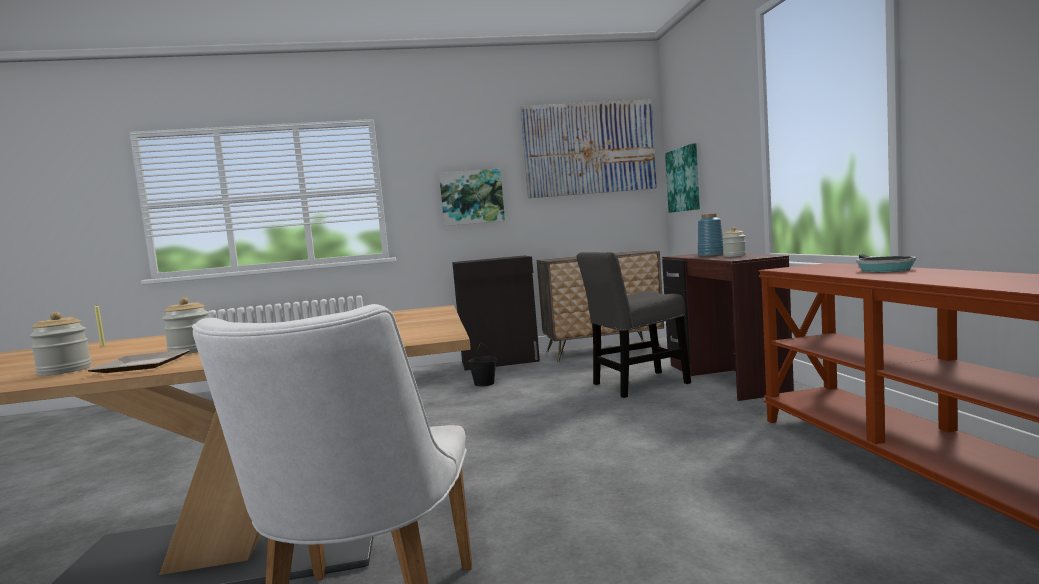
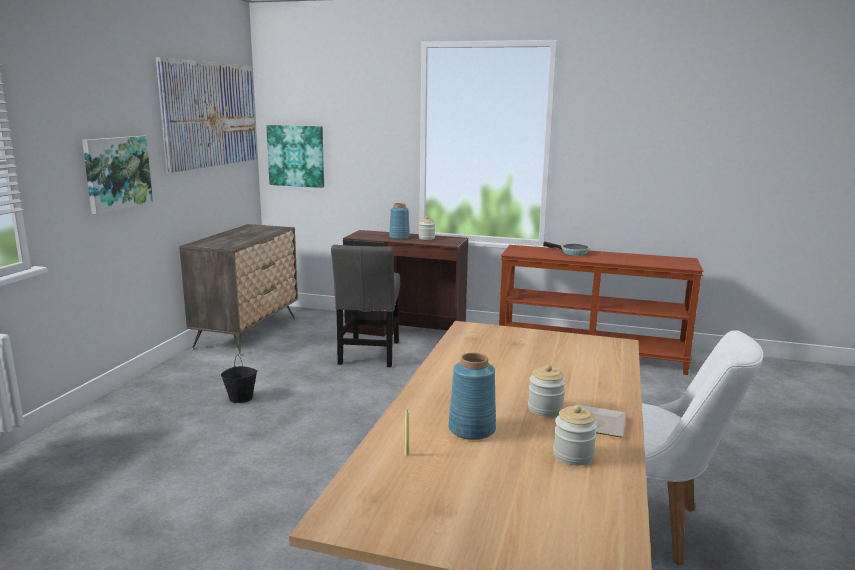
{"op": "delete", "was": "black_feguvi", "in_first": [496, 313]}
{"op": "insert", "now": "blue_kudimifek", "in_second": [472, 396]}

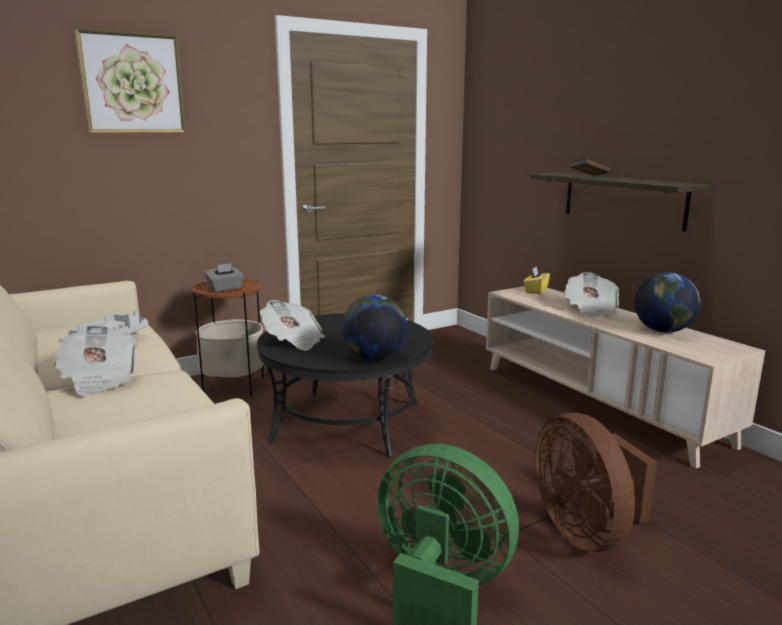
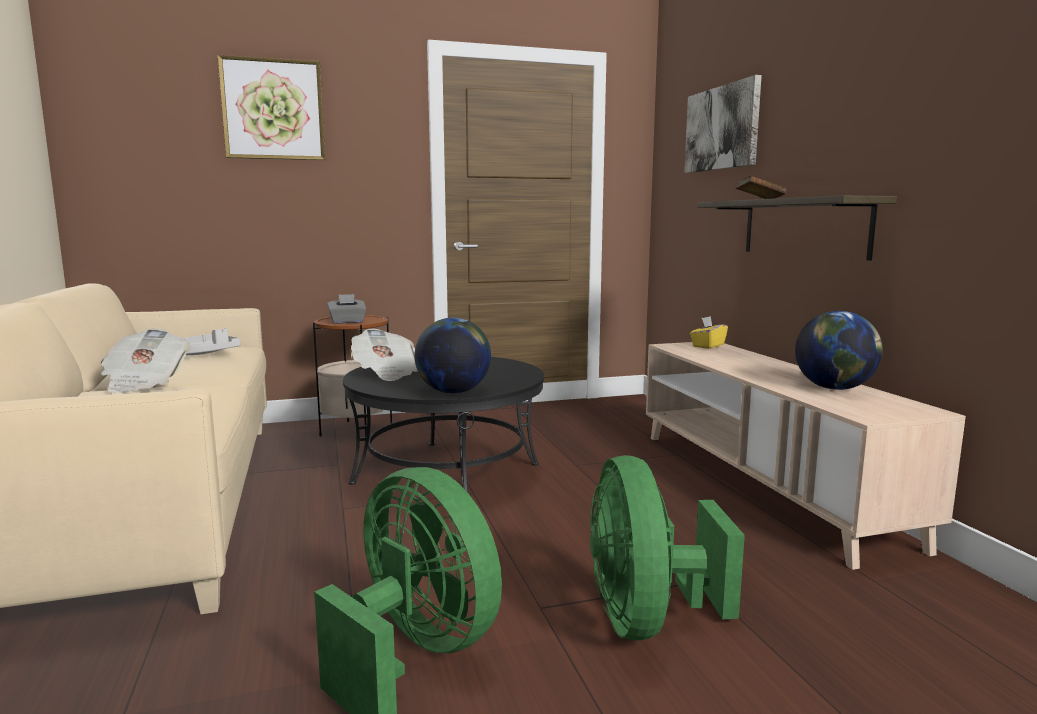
{"op": "recolor", "was": "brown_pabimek", "now": "green_pabimek", "in_first": [596, 482], "in_second": [667, 548]}
{"op": "delete", "was": "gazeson", "in_first": [591, 295]}
{"op": "insert", "now": "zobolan", "in_second": [723, 124]}

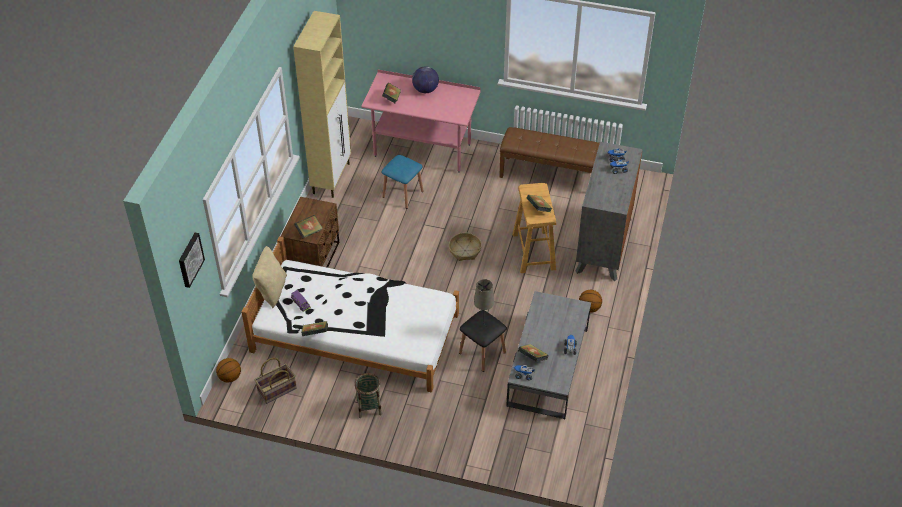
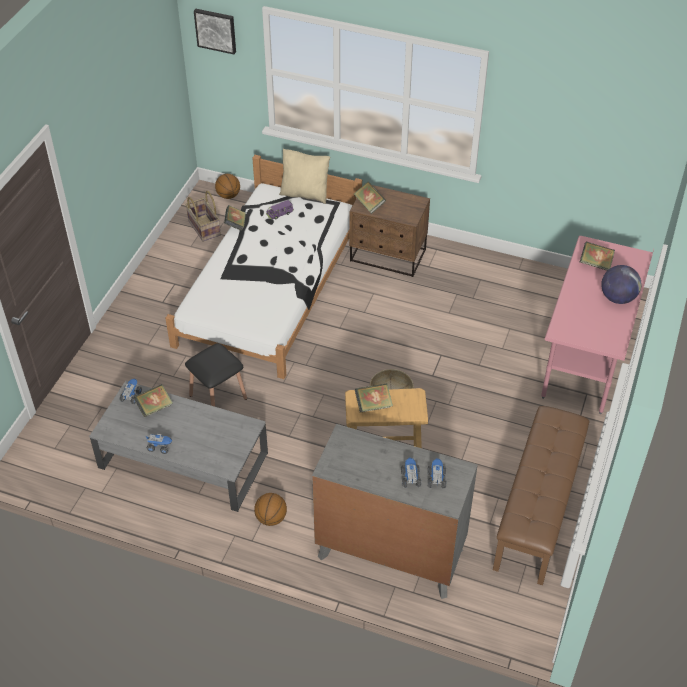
{"op": "delete", "was": "beige_feguvi", "in_first": [322, 104]}
{"op": "delete", "was": "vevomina", "in_first": [368, 395]}
{"op": "delete", "was": "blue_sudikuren", "in_first": [403, 182]}
{"op": "delete", "was": "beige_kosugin", "in_first": [484, 302]}

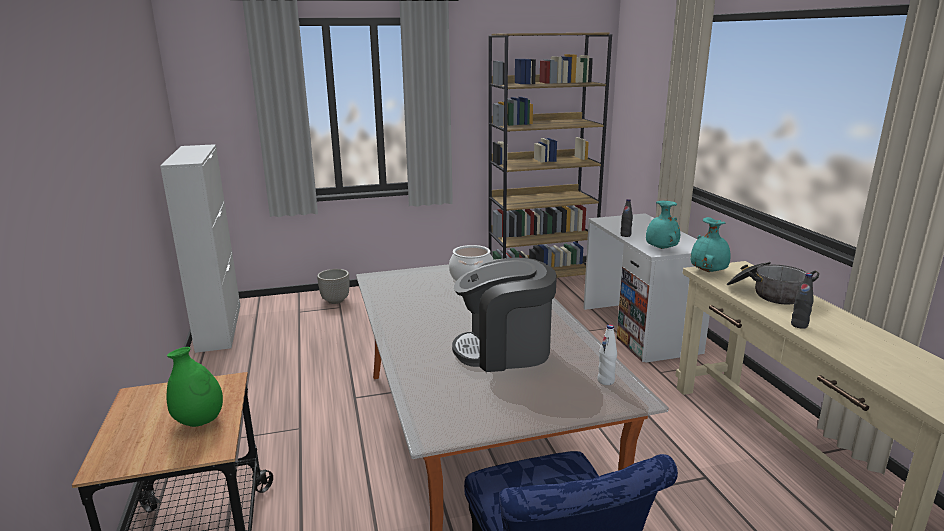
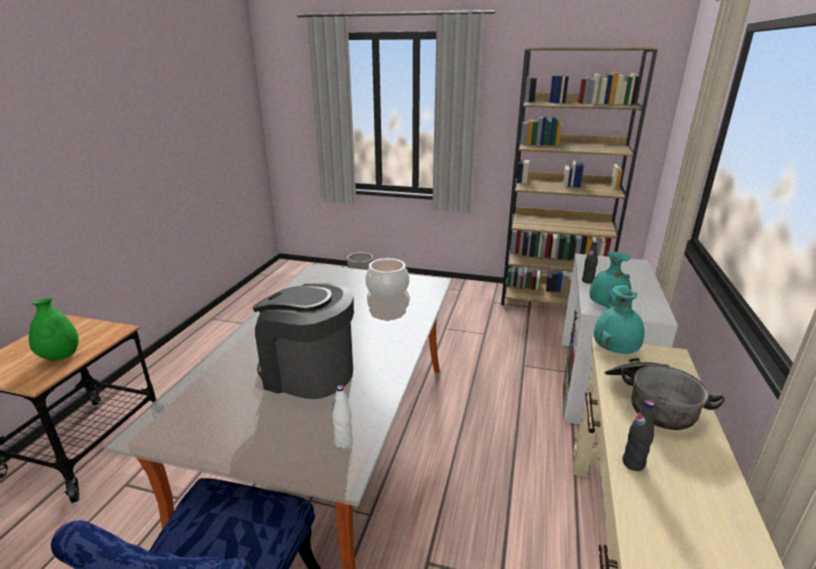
{"op": "delete", "was": "white_feguvi", "in_first": [200, 248]}

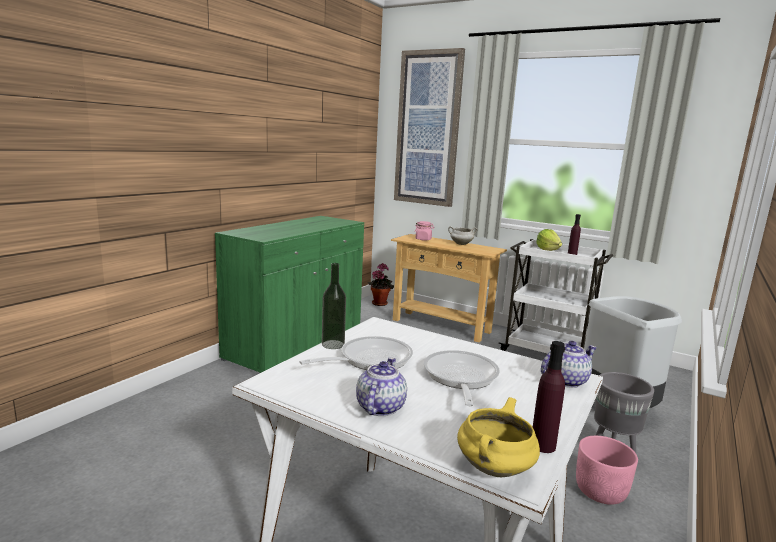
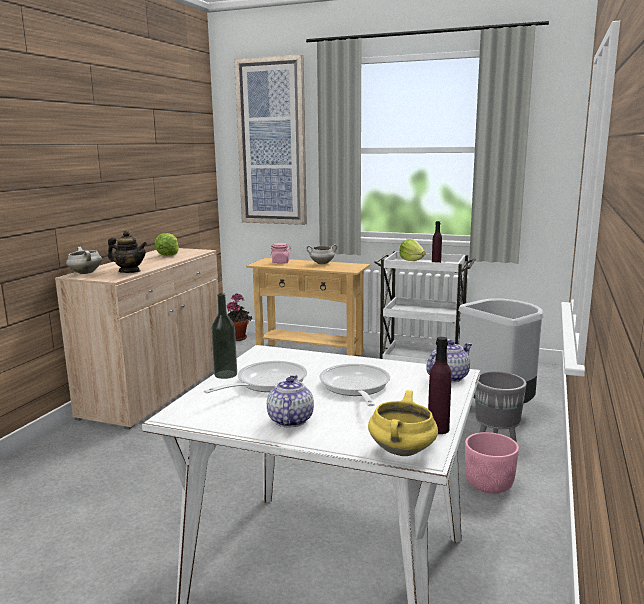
{"op": "recolor", "was": "green_feguvi", "now": "beige_feguvi", "in_first": [289, 294], "in_second": [137, 339]}
{"op": "insert", "now": "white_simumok", "in_second": [84, 260]}
{"op": "insert", "now": "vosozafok", "in_second": [127, 252]}
{"op": "insert", "now": "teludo", "in_second": [166, 244]}

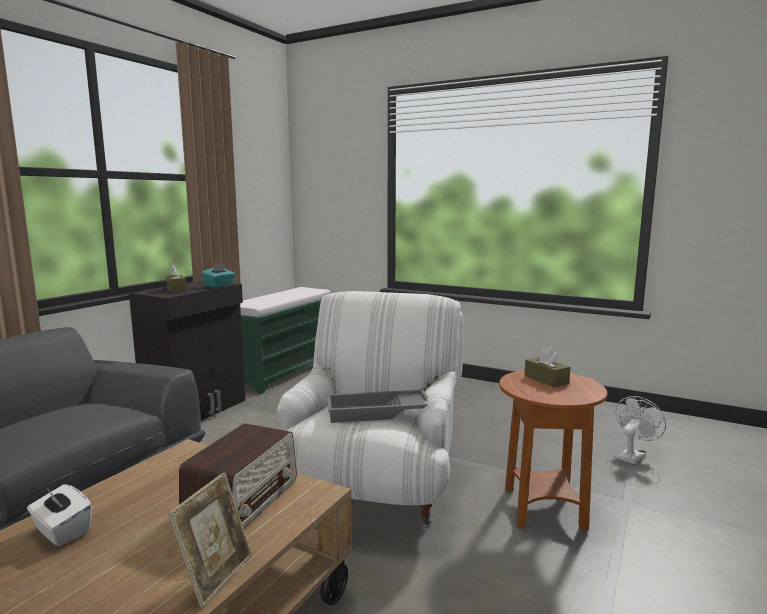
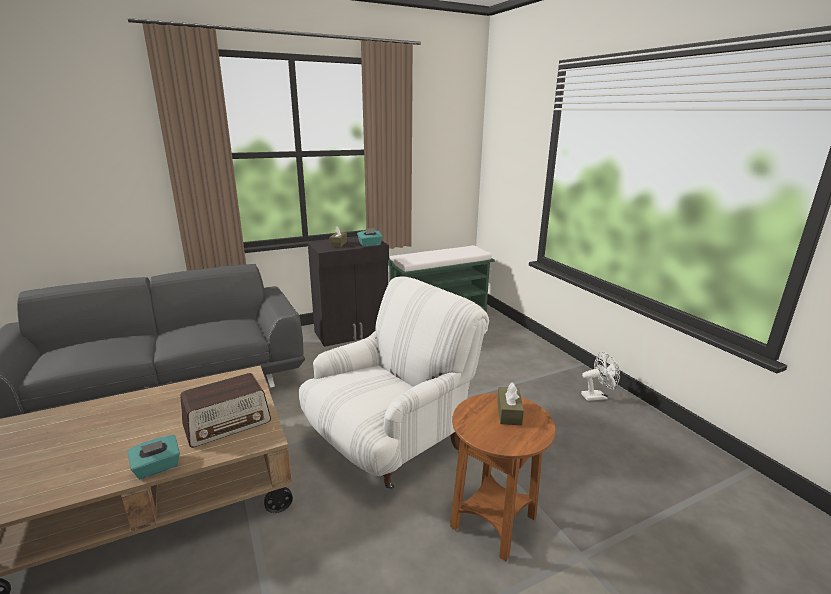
{"op": "delete", "was": "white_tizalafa", "in_first": [59, 515]}
{"op": "replace", "was": "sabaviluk", "now": "turquoise_tizalafa", "in_first": [210, 540], "in_second": [153, 457]}
{"op": "delete", "was": "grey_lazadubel", "in_first": [377, 406]}
{"op": "move", "was": "white_pabimek", "in_first": [641, 430], "in_second": [600, 376]}

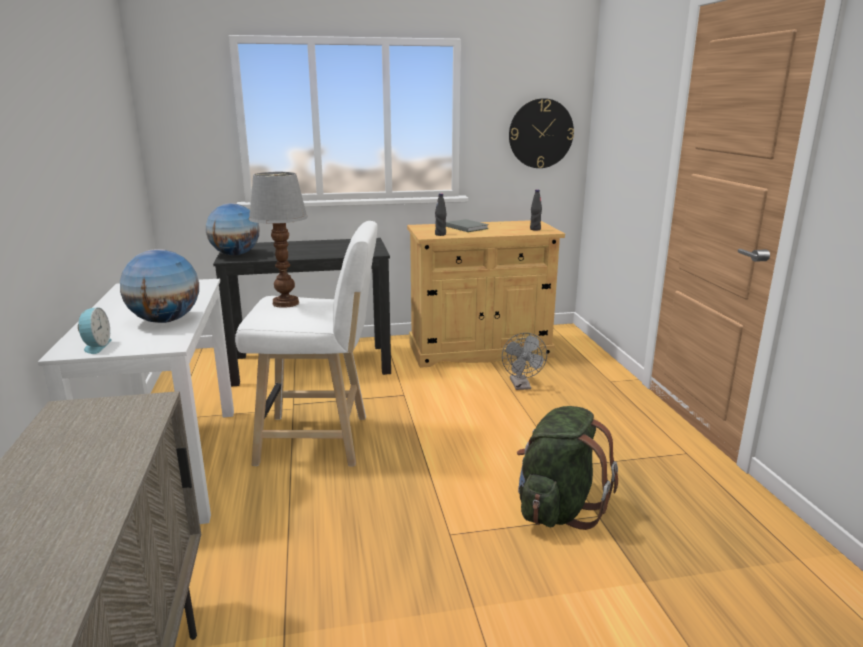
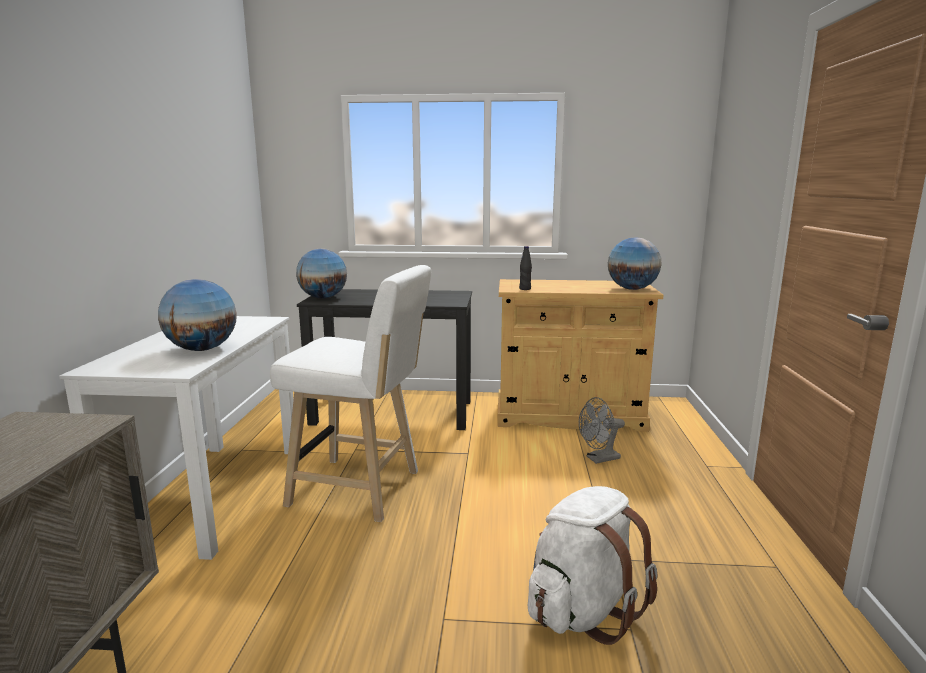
{"op": "delete", "was": "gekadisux", "in_first": [95, 330]}
{"op": "delete", "was": "kosugin", "in_first": [278, 240]}
{"op": "delete", "was": "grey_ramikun", "in_first": [467, 225]}
{"op": "rotate", "was": "grey_pabimek", "in_first": [524, 361], "in_second": [602, 430], "clockwise": 60}
{"op": "delete", "was": "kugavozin", "in_first": [541, 133]}
{"op": "recolor", "was": "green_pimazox", "now": "white_pimazox", "in_first": [567, 468], "in_second": [592, 565]}
{"op": "replace", "was": "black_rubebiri", "now": "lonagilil", "in_first": [536, 210], "in_second": [635, 263]}

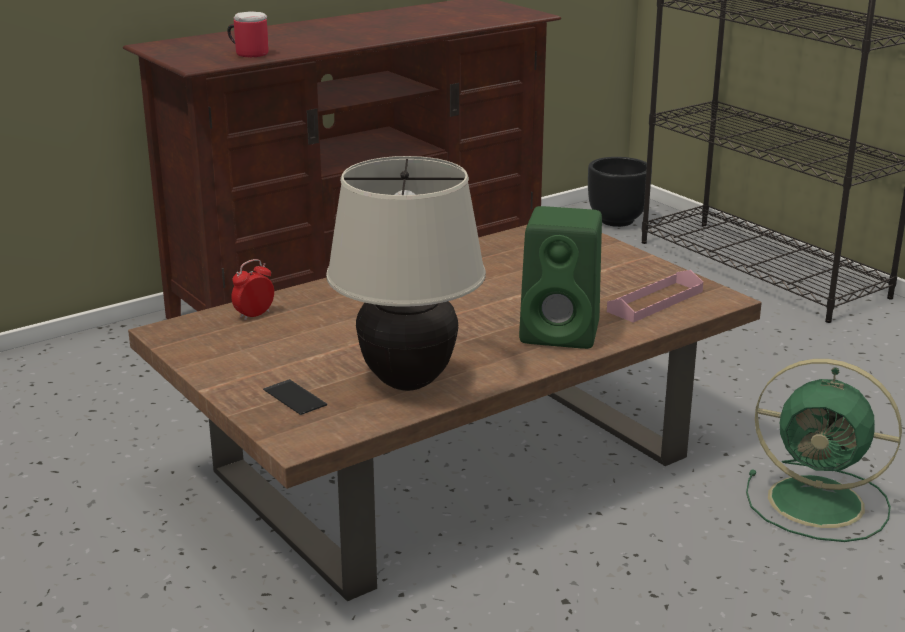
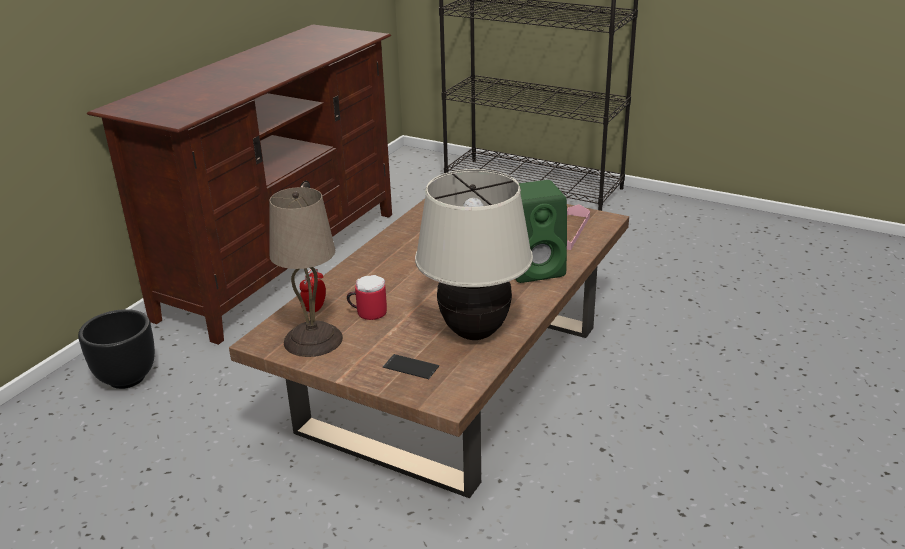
{"op": "move", "was": "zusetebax", "in_first": [247, 34], "in_second": [367, 297]}
{"op": "move", "was": "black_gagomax", "in_first": [620, 192], "in_second": [116, 349]}
{"op": "delete", "was": "green_pabimek", "in_first": [824, 450]}
{"op": "insert", "now": "beige_kosugin", "in_second": [306, 272]}

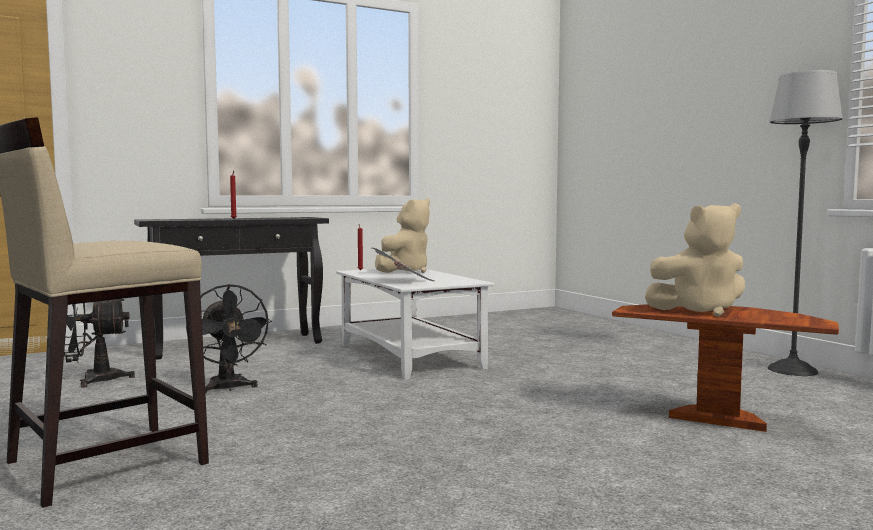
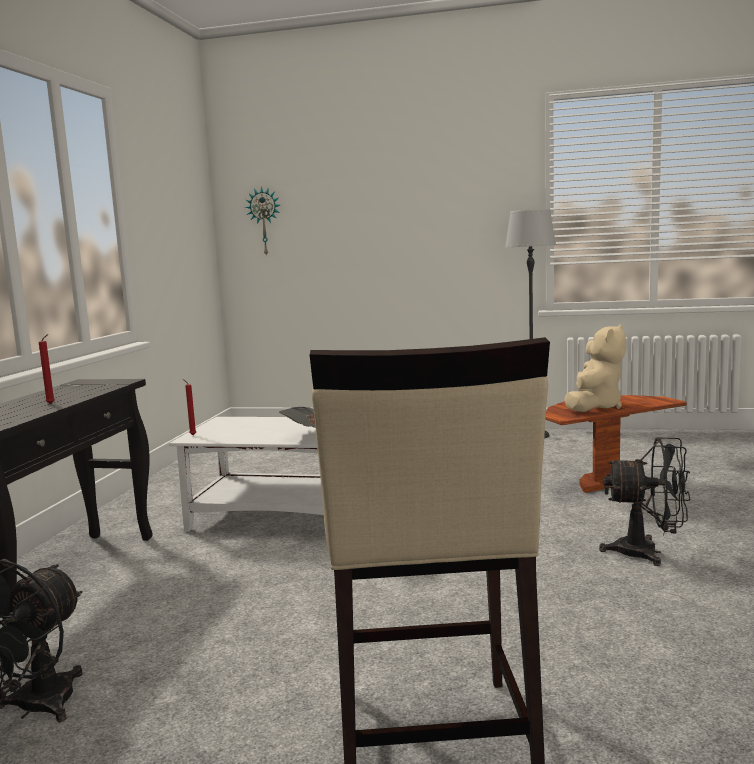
{"op": "move", "was": "black_pabimek", "in_first": [229, 338], "in_second": [644, 501]}
{"op": "delete", "was": "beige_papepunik", "in_first": [402, 235]}
{"op": "insert", "now": "kugavozin", "in_second": [262, 221]}

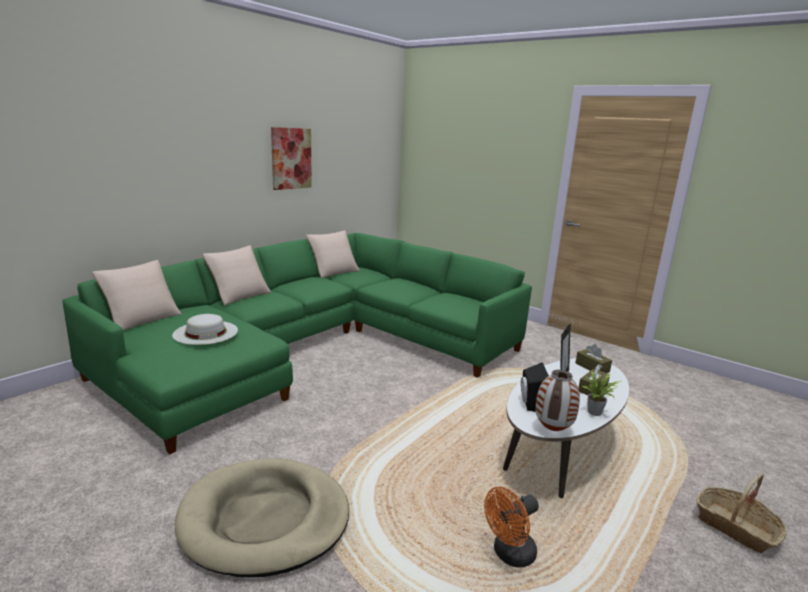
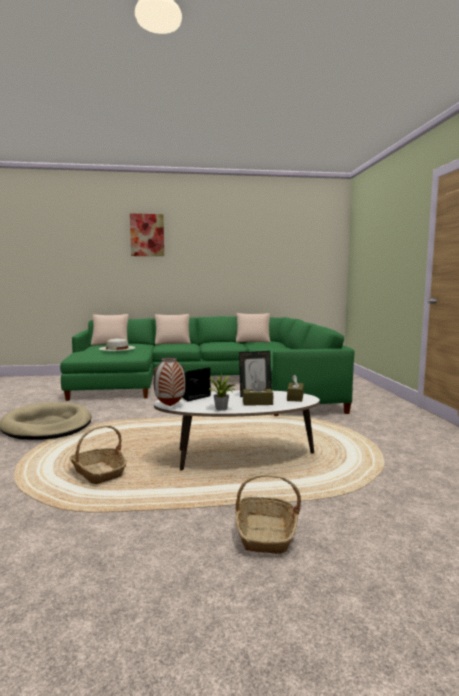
{"op": "move", "was": "zobolan", "in_first": [291, 158], "in_second": [147, 235]}
{"op": "replace", "was": "orange_pabimek", "now": "vevomina", "in_first": [511, 527], "in_second": [98, 454]}

